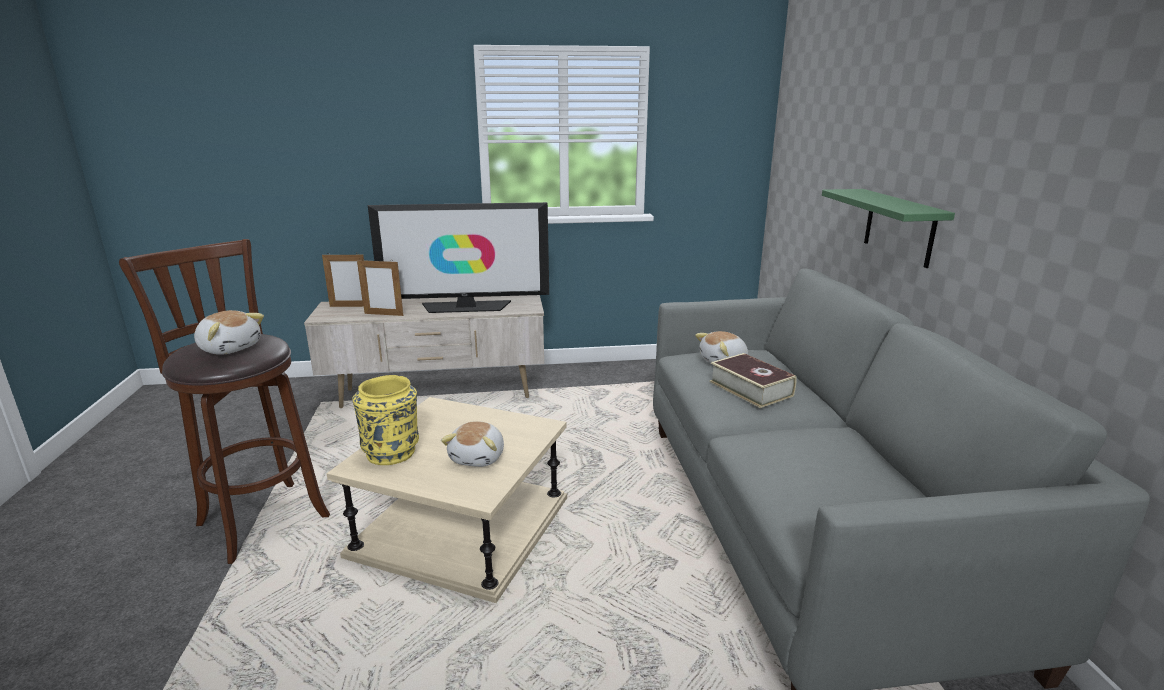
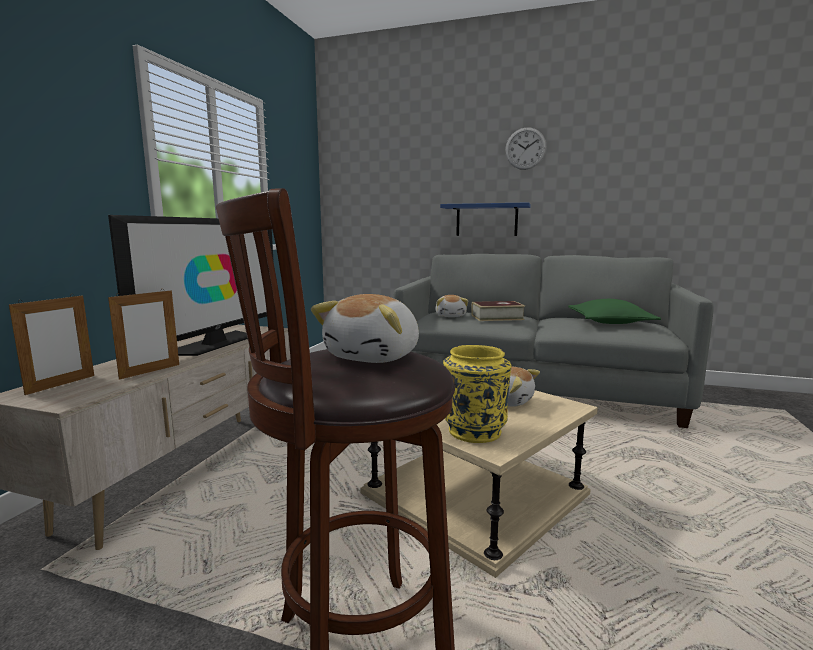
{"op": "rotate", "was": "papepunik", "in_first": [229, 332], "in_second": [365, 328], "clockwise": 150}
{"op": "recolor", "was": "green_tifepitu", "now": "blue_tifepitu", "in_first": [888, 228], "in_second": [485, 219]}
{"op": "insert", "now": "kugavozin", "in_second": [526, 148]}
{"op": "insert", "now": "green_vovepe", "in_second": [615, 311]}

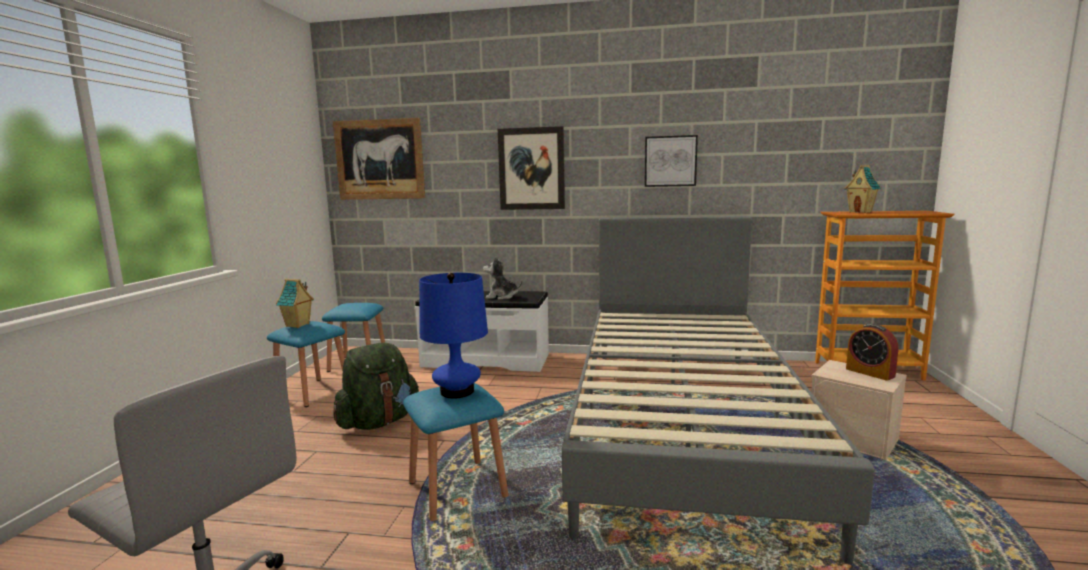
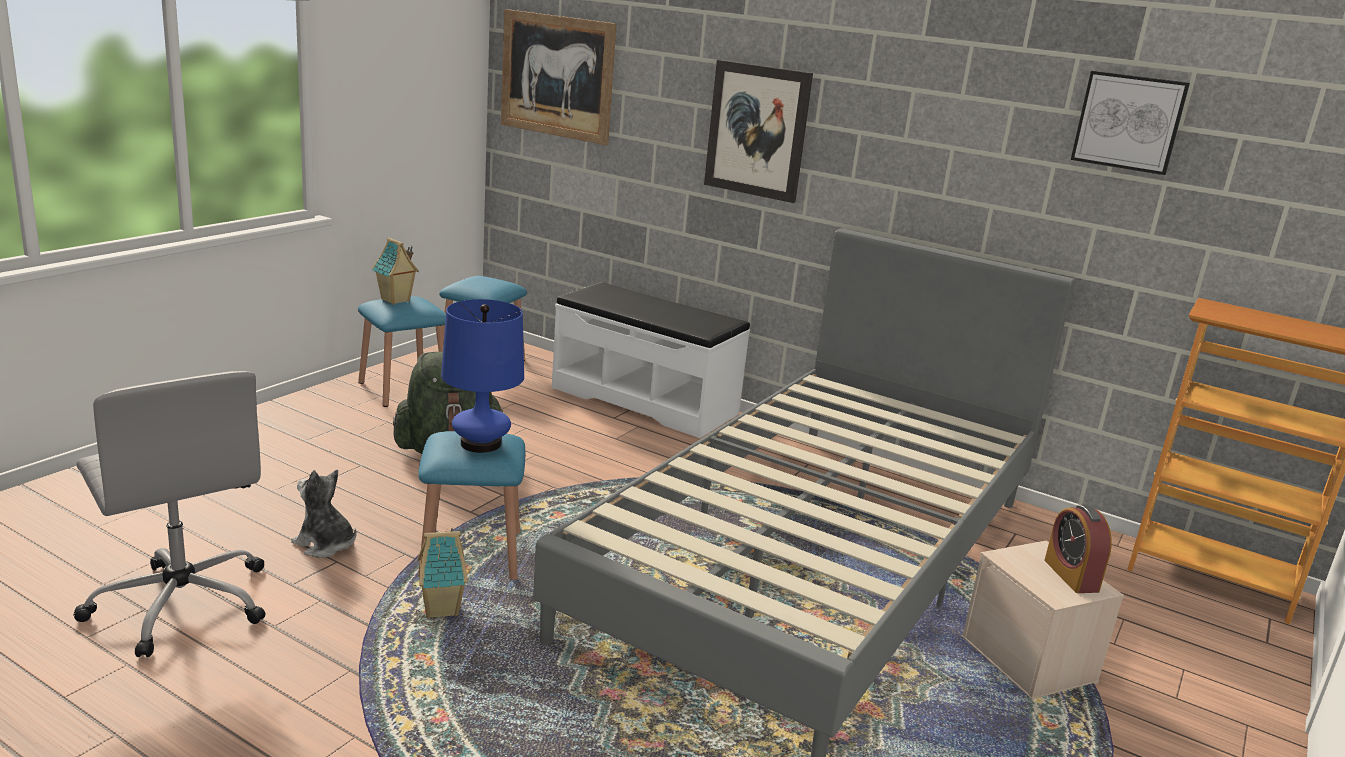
{"op": "move", "was": "papepunik", "in_first": [503, 278], "in_second": [324, 514]}
{"op": "move", "was": "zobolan", "in_first": [671, 161], "in_second": [1130, 123]}
{"op": "move", "was": "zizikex", "in_first": [862, 189], "in_second": [443, 573]}

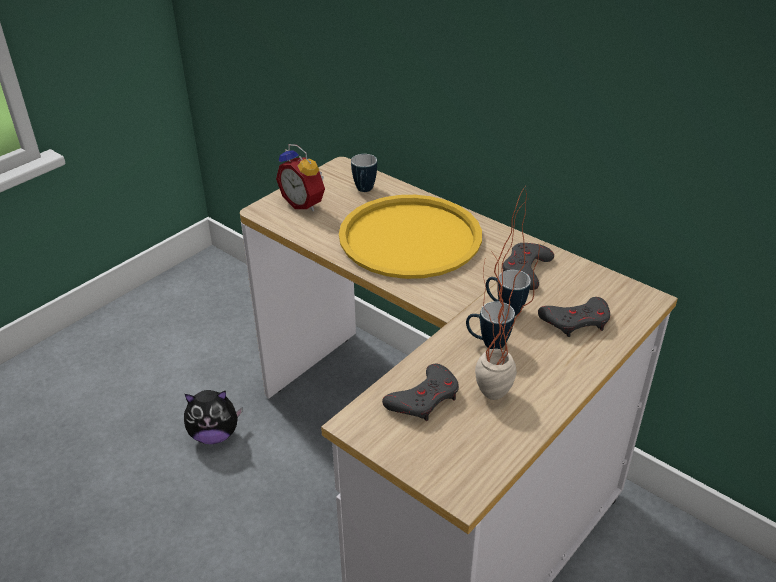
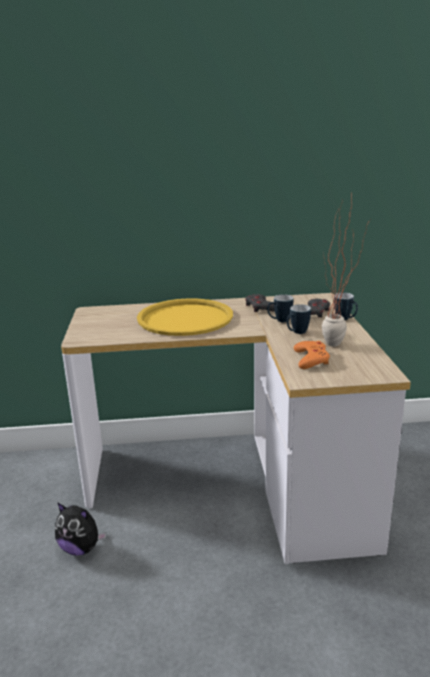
{"op": "rotate", "was": "papepunik", "in_first": [213, 417], "in_second": [80, 529], "clockwise": 75}
{"op": "delete", "was": "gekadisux", "in_first": [300, 177]}
{"op": "move", "was": "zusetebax", "in_first": [364, 173], "in_second": [346, 306]}
{"op": "recolor", "was": "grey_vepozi", "now": "orange_vepozi", "in_first": [420, 392], "in_second": [312, 355]}

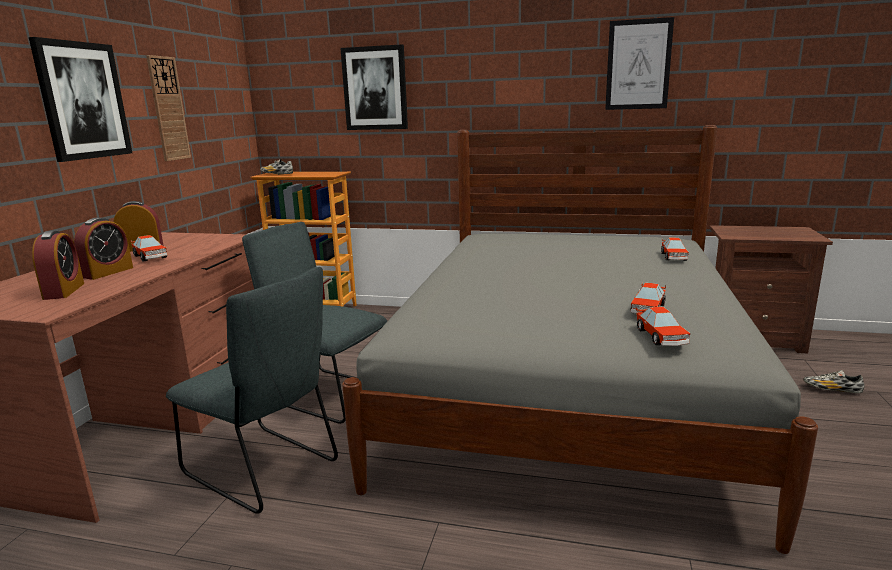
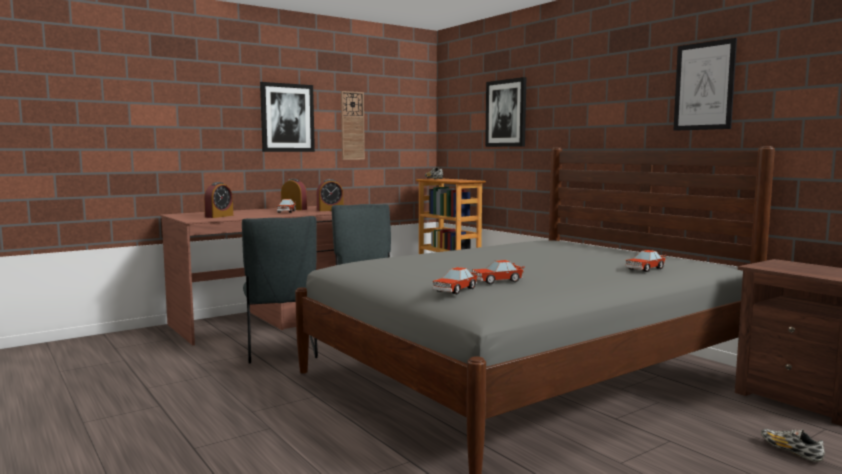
{"op": "move", "was": "gekadisux", "in_first": [103, 248], "in_second": [330, 195]}

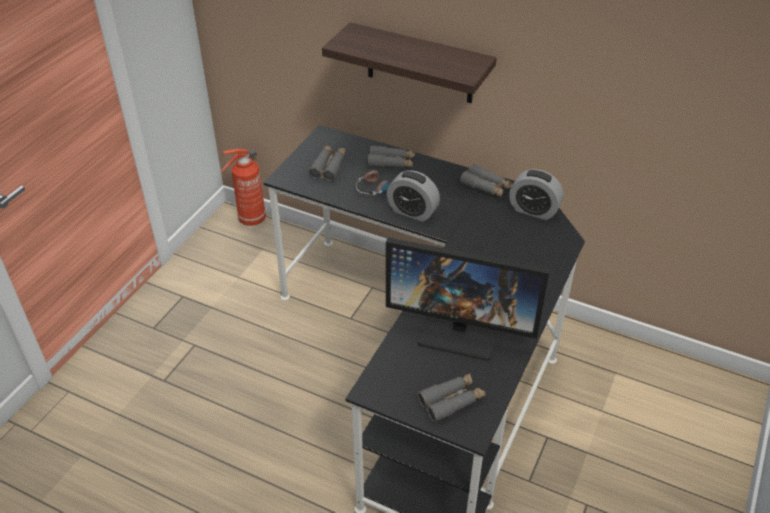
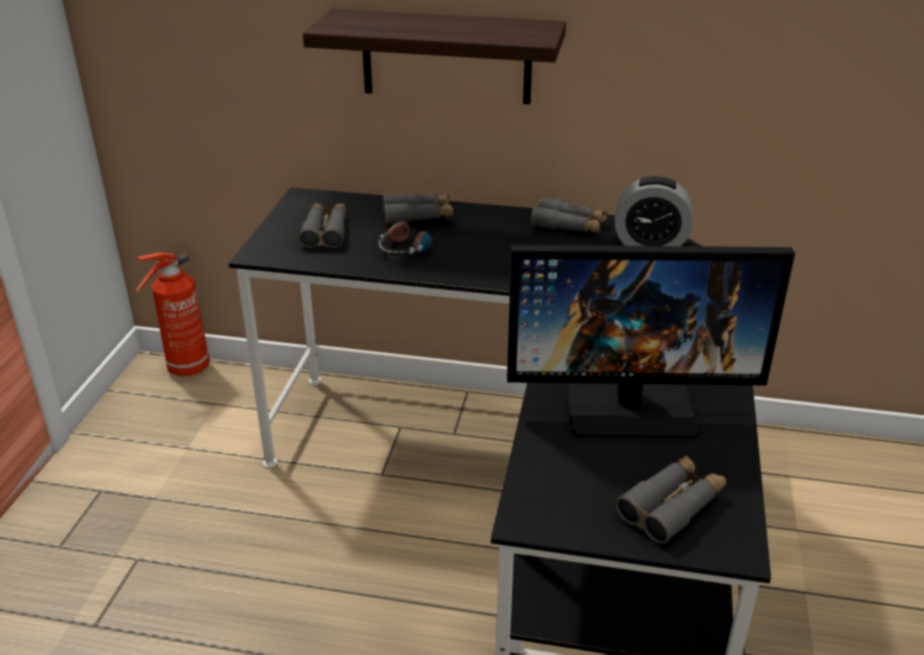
{"op": "delete", "was": "gekadisux", "in_first": [413, 196]}

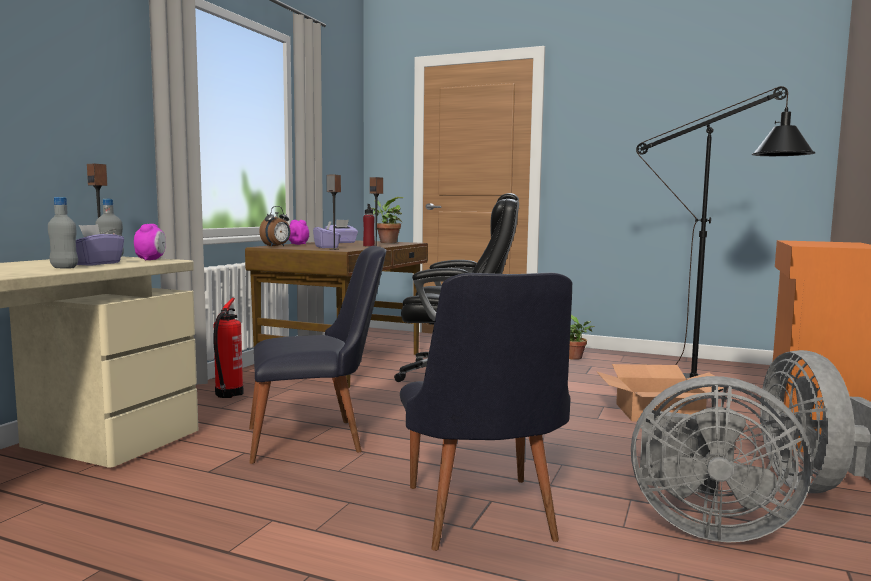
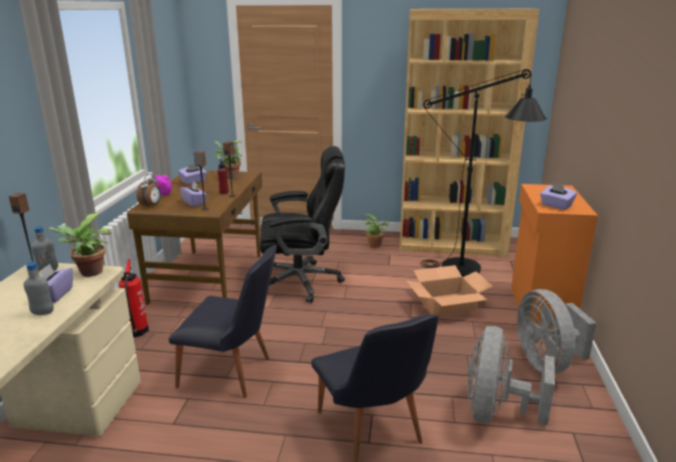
{"op": "replace", "was": "gekadisux", "now": "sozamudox", "in_first": [150, 242], "in_second": [79, 245]}
{"op": "rotate", "was": "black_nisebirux", "in_first": [318, 355], "in_second": [223, 321], "clockwise": 45}
{"op": "rotate", "was": "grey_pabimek", "in_first": [722, 459], "in_second": [511, 376], "clockwise": 105}
{"op": "insert", "now": "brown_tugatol", "in_second": [469, 133]}
{"op": "insert", "now": "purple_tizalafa", "in_second": [558, 196]}

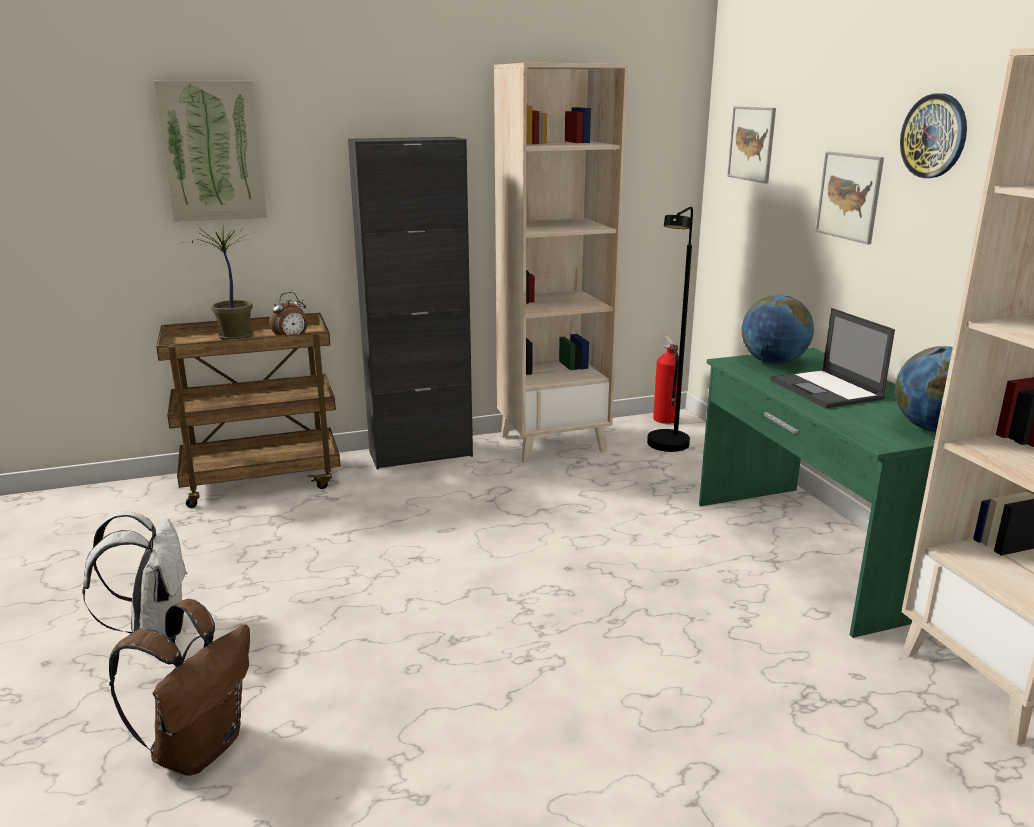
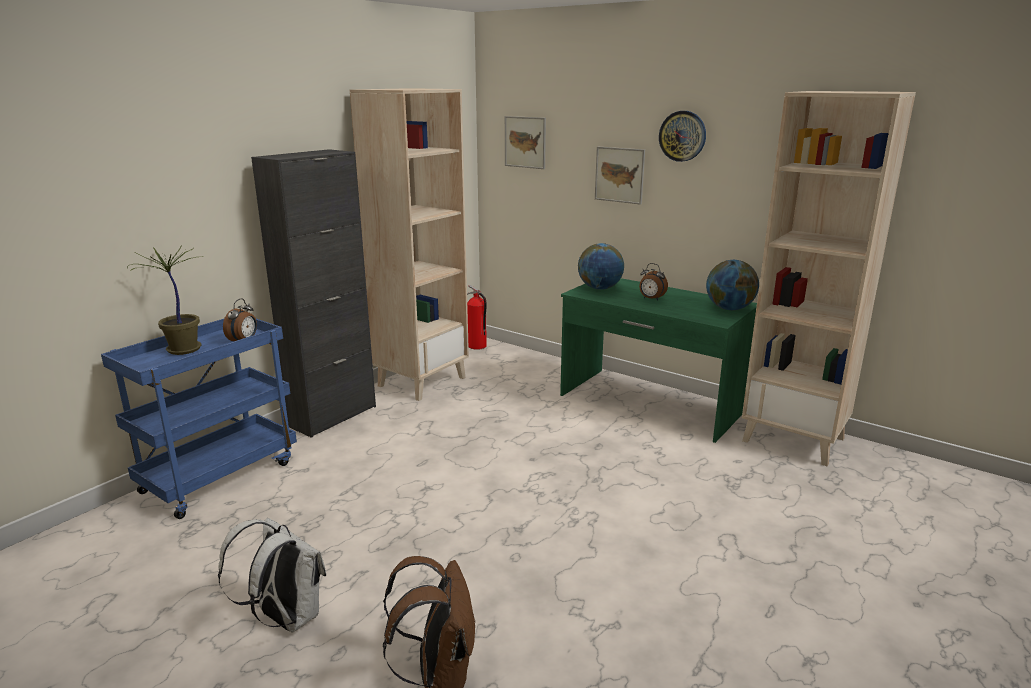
{"op": "delete", "was": "zobolan", "in_first": [210, 151]}
{"op": "recolor", "was": "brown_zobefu", "now": "blue_zobefu", "in_first": [248, 410], "in_second": [199, 419]}
{"op": "delete", "was": "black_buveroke", "in_first": [670, 329]}
{"op": "replace", "was": "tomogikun", "now": "gekadisux", "in_first": [832, 358], "in_second": [653, 281]}

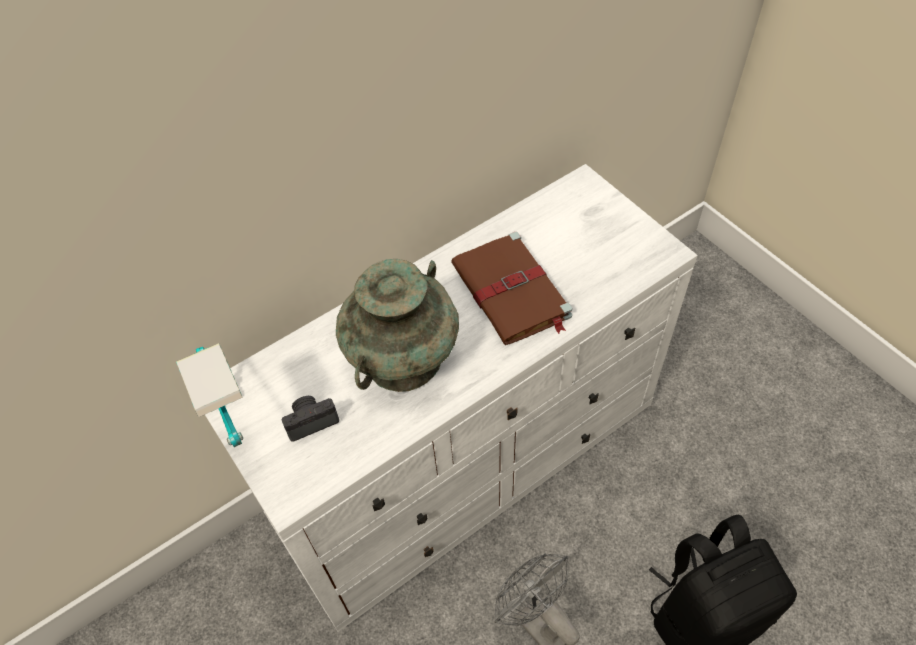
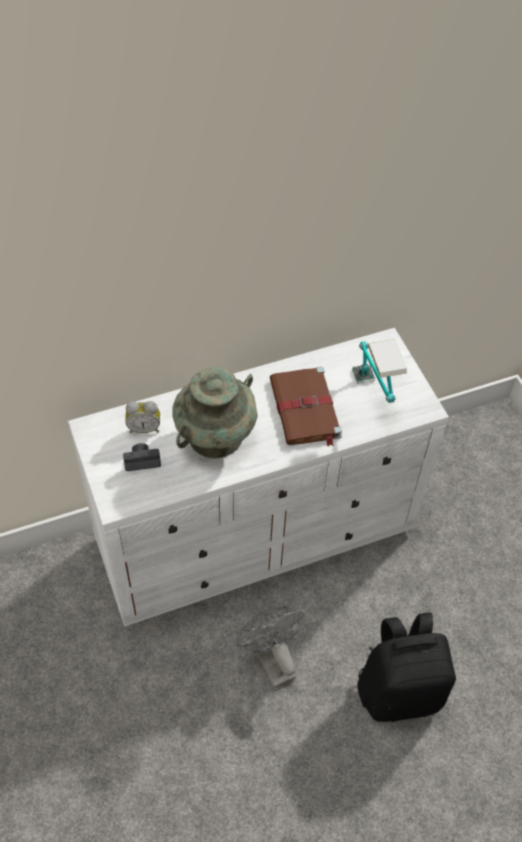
{"op": "move", "was": "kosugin", "in_first": [209, 395], "in_second": [379, 371]}
{"op": "insert", "now": "gekadisux", "in_second": [142, 417]}

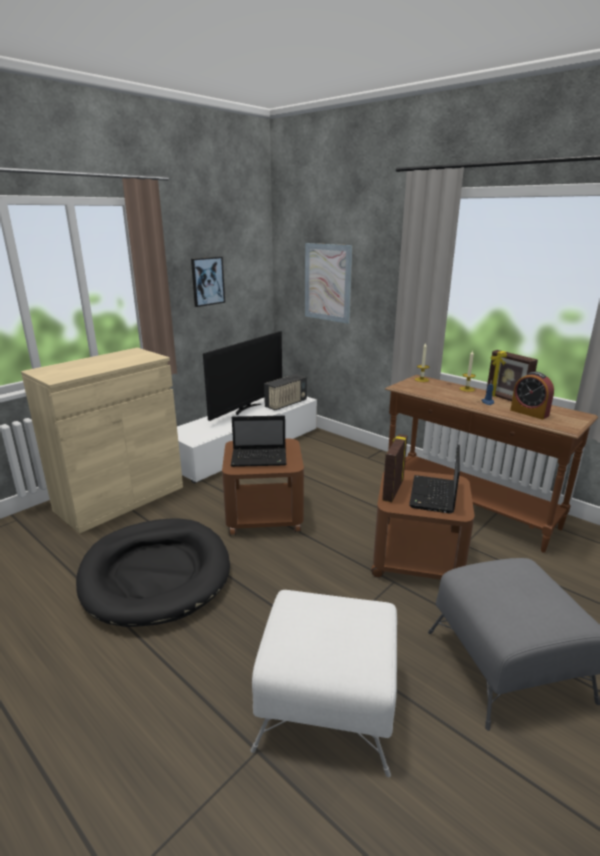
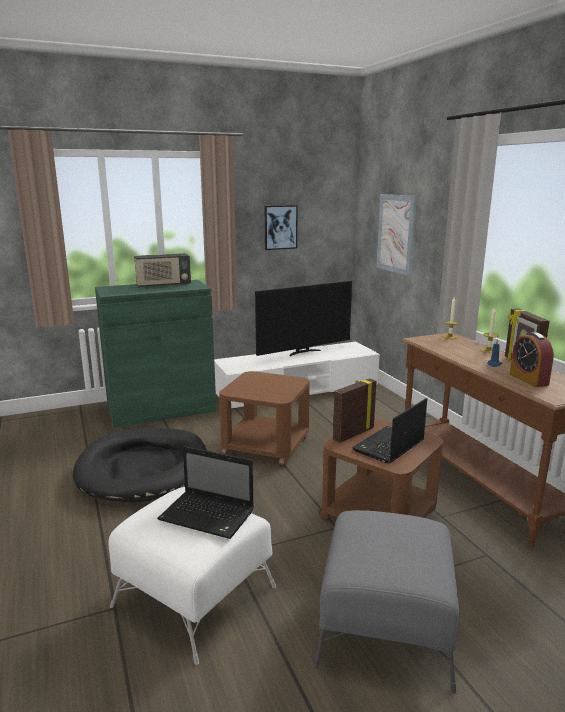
{"op": "recolor", "was": "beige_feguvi", "now": "green_feguvi", "in_first": [102, 441], "in_second": [155, 354]}
{"op": "move", "was": "tomogikun", "in_first": [258, 441], "in_second": [205, 492]}
{"op": "move", "was": "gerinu", "in_first": [285, 392], "in_second": [162, 270]}

